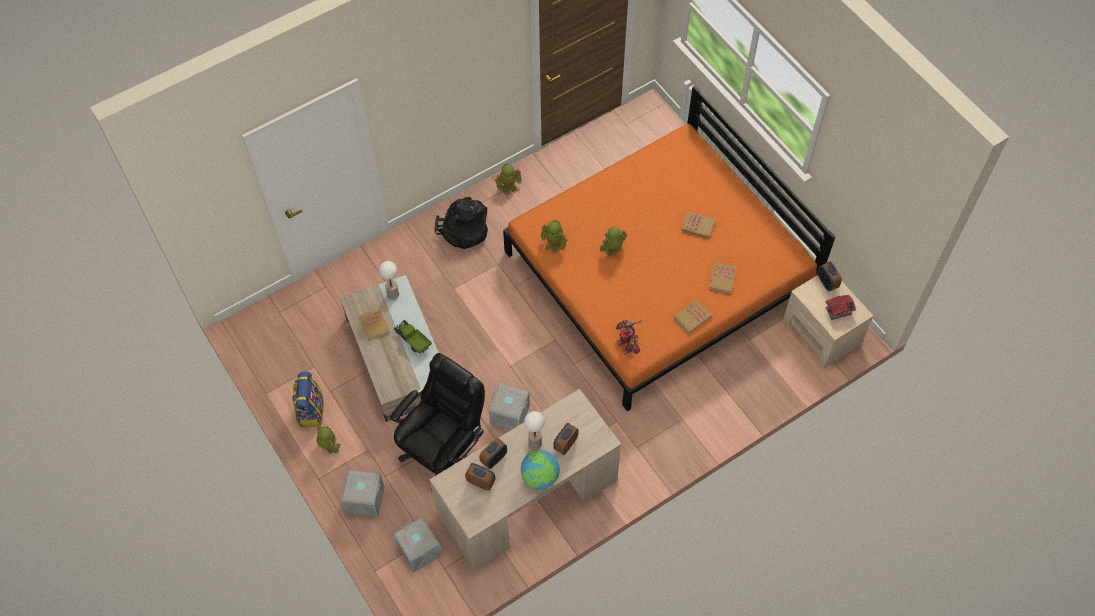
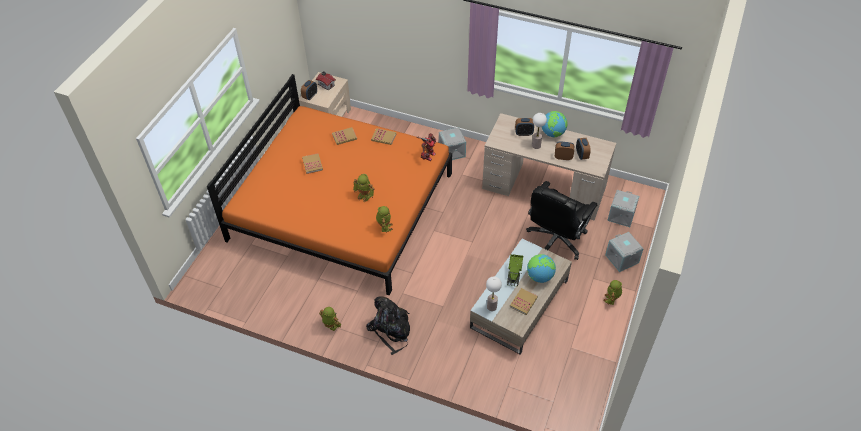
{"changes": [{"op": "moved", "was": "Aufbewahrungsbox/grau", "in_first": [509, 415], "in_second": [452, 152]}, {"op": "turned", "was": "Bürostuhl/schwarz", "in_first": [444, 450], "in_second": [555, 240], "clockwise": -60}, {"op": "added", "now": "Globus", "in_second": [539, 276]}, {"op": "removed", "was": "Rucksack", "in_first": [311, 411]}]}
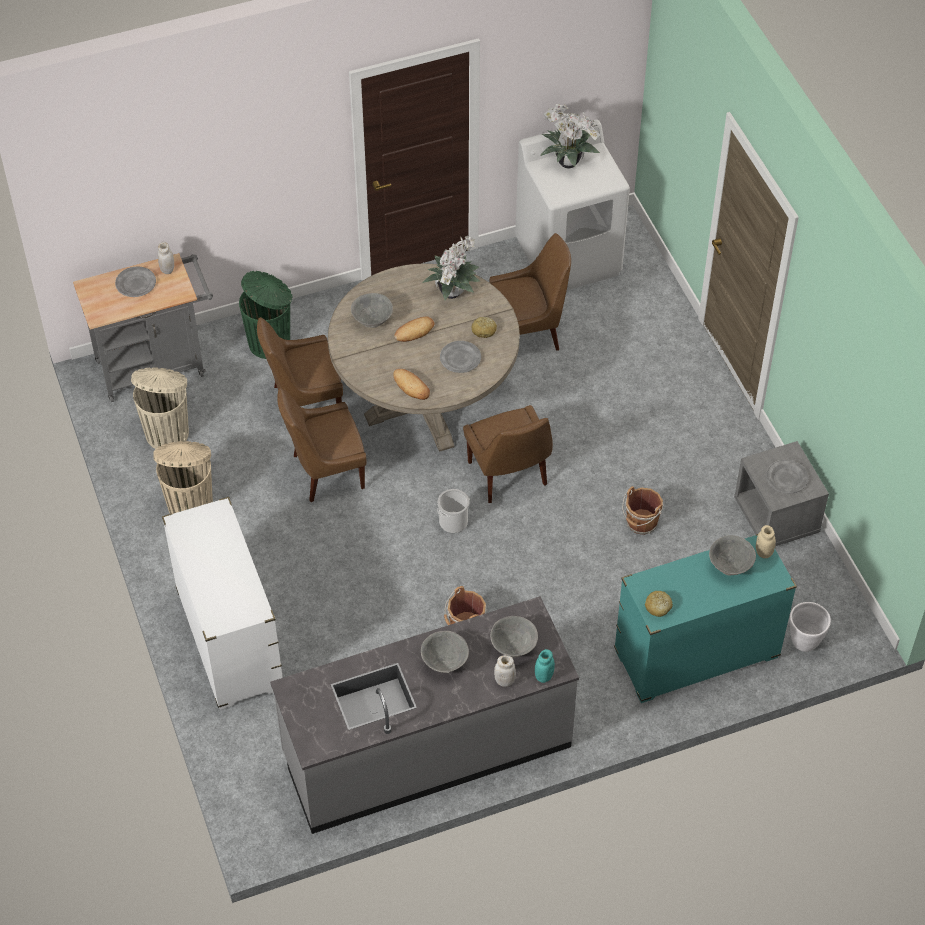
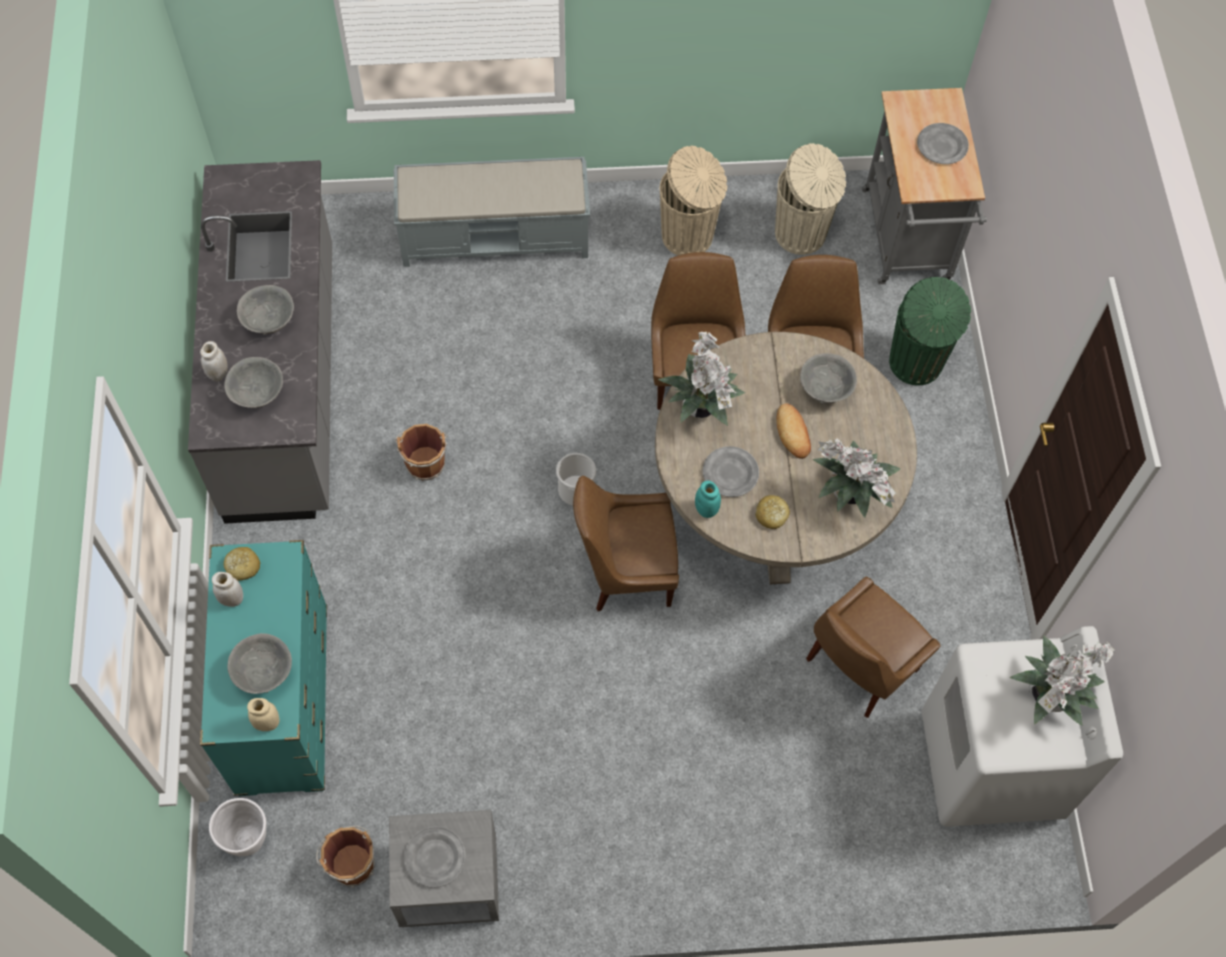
{"changes": [{"op": "moved", "was": "Vorratsglas/weiß", "in_first": [167, 269], "in_second": [232, 599]}, {"op": "moved", "was": "Eimer/braun", "in_first": [641, 523], "in_second": [351, 863]}, {"op": "replaced", "was": "Kommode/weiß", "now": "Bank/grau", "in_first": [229, 640], "in_second": [496, 236]}, {"op": "replaced", "was": "Brot", "now": "Topfpflanze", "in_first": [411, 386], "in_second": [700, 406]}, {"op": "moved", "was": "Vorratsglas/türkis", "in_first": [544, 676], "in_second": [706, 509]}, {"op": "turned", "was": "Stuhl/braun", "in_first": [528, 333], "in_second": [858, 667], "clockwise": 45}]}
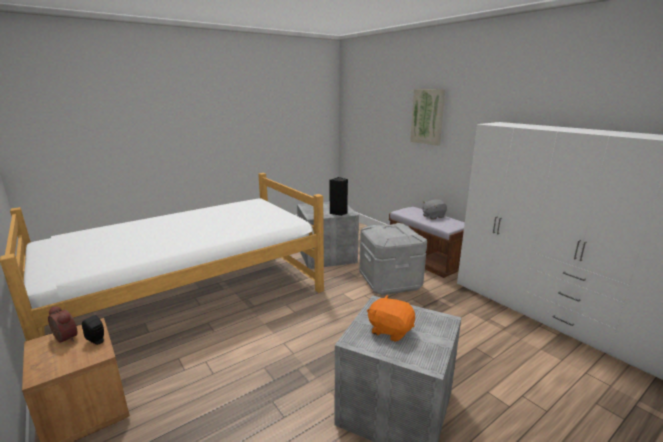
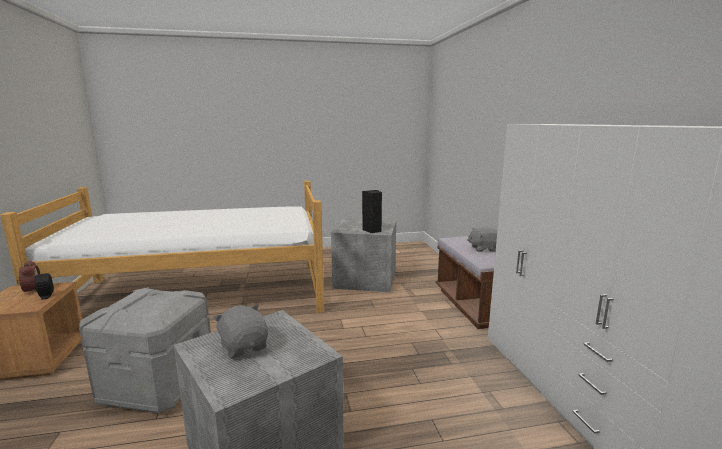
{"changes": [{"op": "moved", "was": "Aufbewahrungsbox/grau", "in_first": [390, 282], "in_second": [158, 385]}, {"op": "recoloured", "was": "Plüschtier/orange", "now": "Plüschtier/grau", "in_first": [390, 330], "in_second": [244, 347]}, {"op": "removed", "was": "Bild", "in_first": [427, 116]}]}
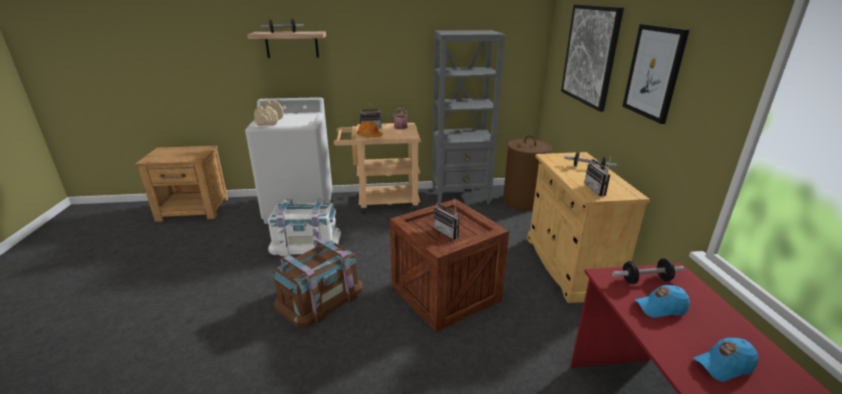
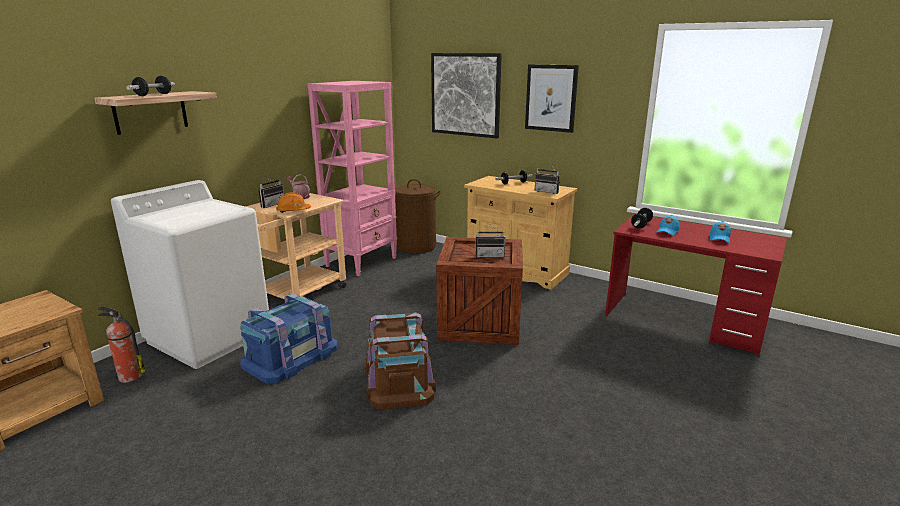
{"changes": [{"op": "added", "now": "Feuerlöscher", "in_second": [129, 376]}, {"op": "recoloured", "was": "Aufbewahrungsbox/weiß", "now": "Aufbewahrungsbox/blau", "in_first": [306, 242], "in_second": [290, 356]}, {"op": "recoloured", "was": "Bücherregal/grau", "now": "Bücherregal/rosa", "in_first": [461, 197], "in_second": [362, 262]}, {"op": "removed", "was": "Hantel/beige", "in_first": [270, 121]}]}
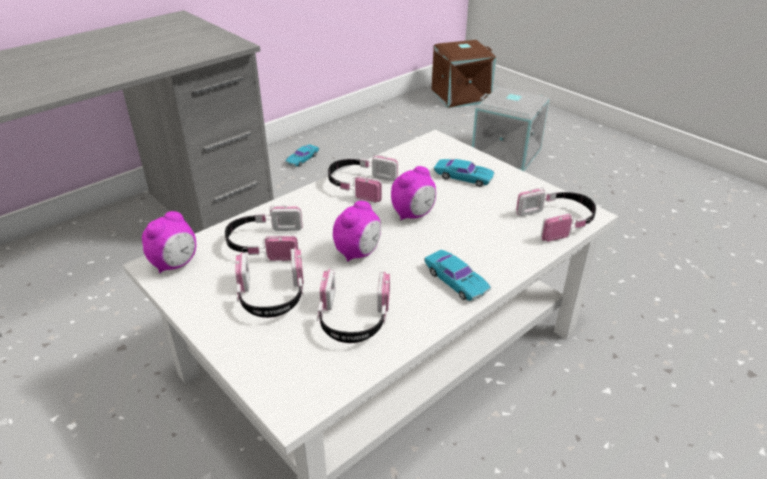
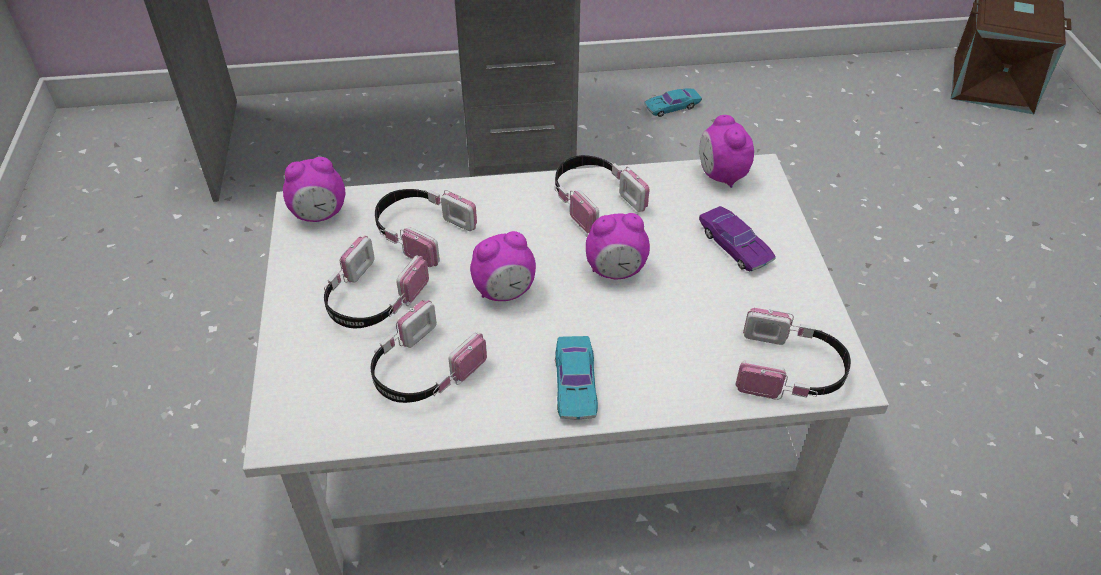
{"changes": [{"op": "added", "now": "Wecker", "in_second": [721, 176]}, {"op": "recoloured", "was": "Spielzeugauto/türkis", "now": "Spielzeugauto/lila", "in_first": [463, 177], "in_second": [734, 245]}, {"op": "removed", "was": "Aufbewahrungsbox/grau", "in_first": [507, 153]}]}
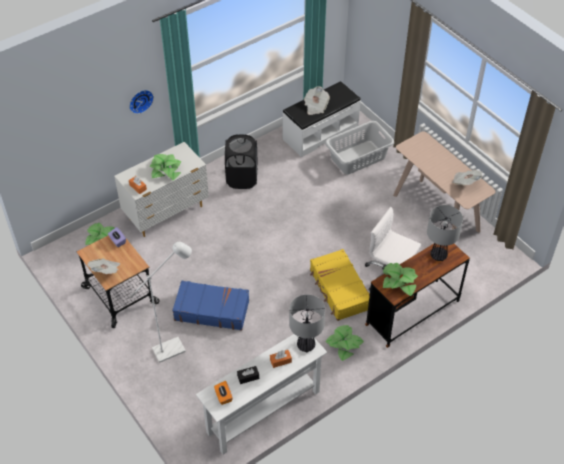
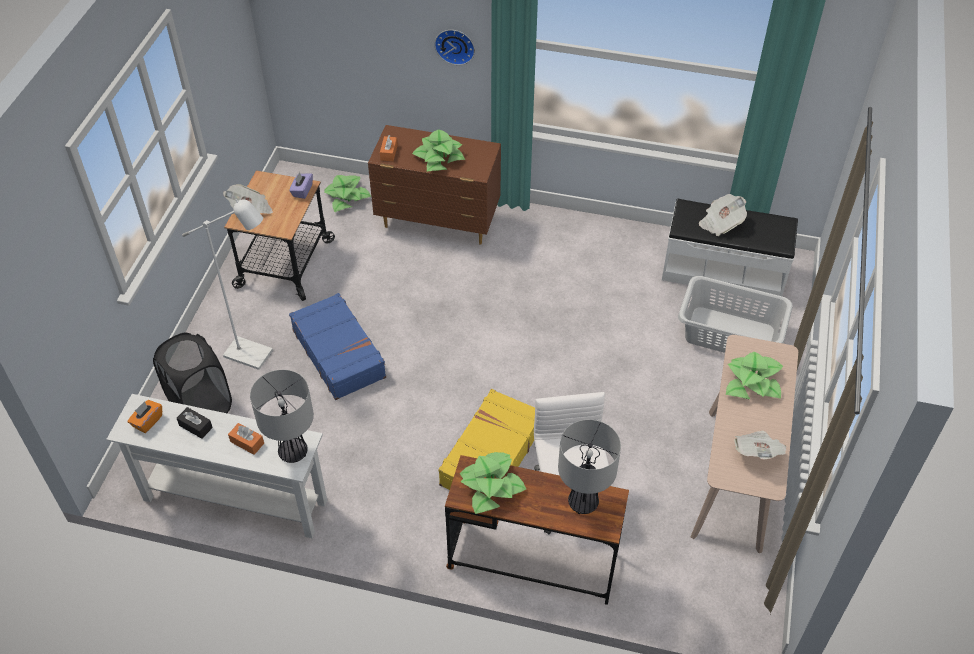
{"changes": [{"op": "moved", "was": "Wäschekorb/schwarz", "in_first": [242, 178], "in_second": [201, 406]}, {"op": "recoloured", "was": "Kommode/weiß", "now": "Kommode/braun", "in_first": [167, 213], "in_second": [439, 222]}, {"op": "moved", "was": "Topfpflanze", "in_first": [344, 344], "in_second": [753, 382]}]}
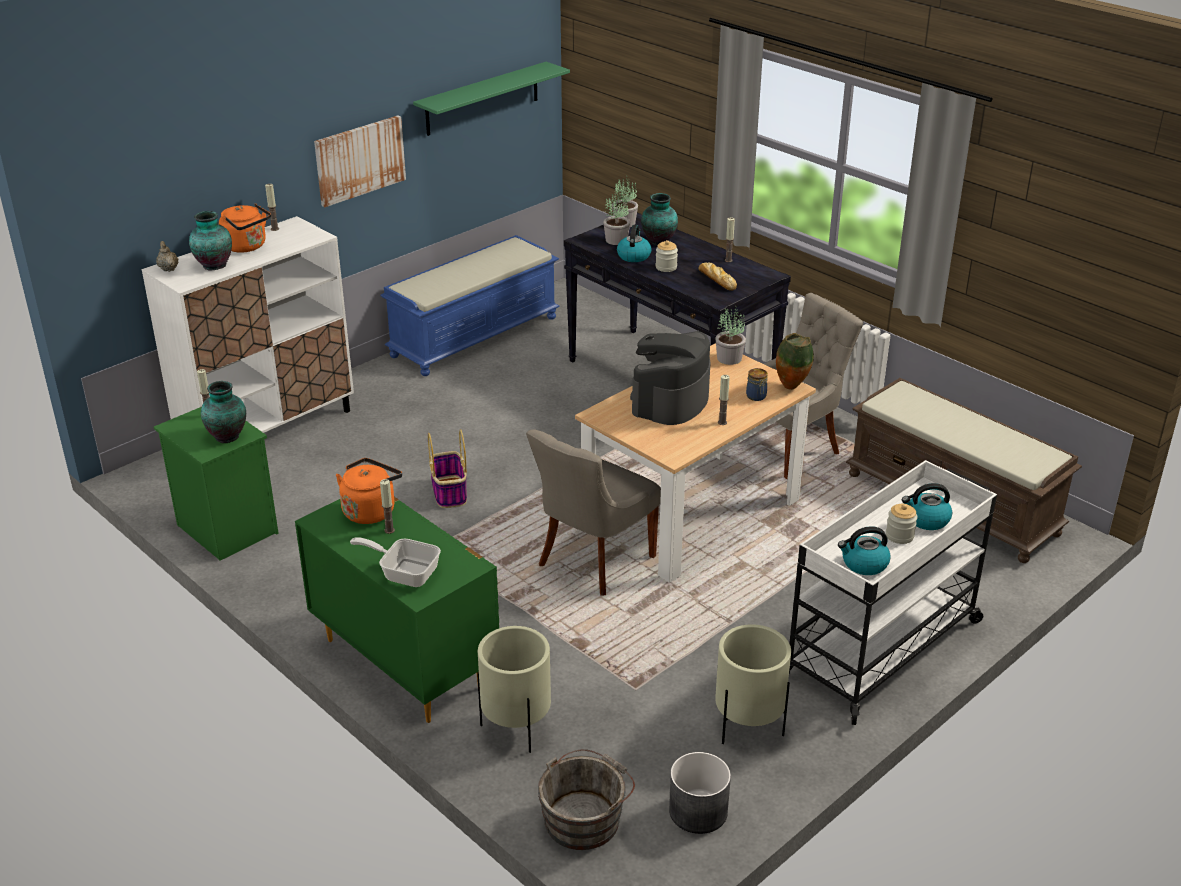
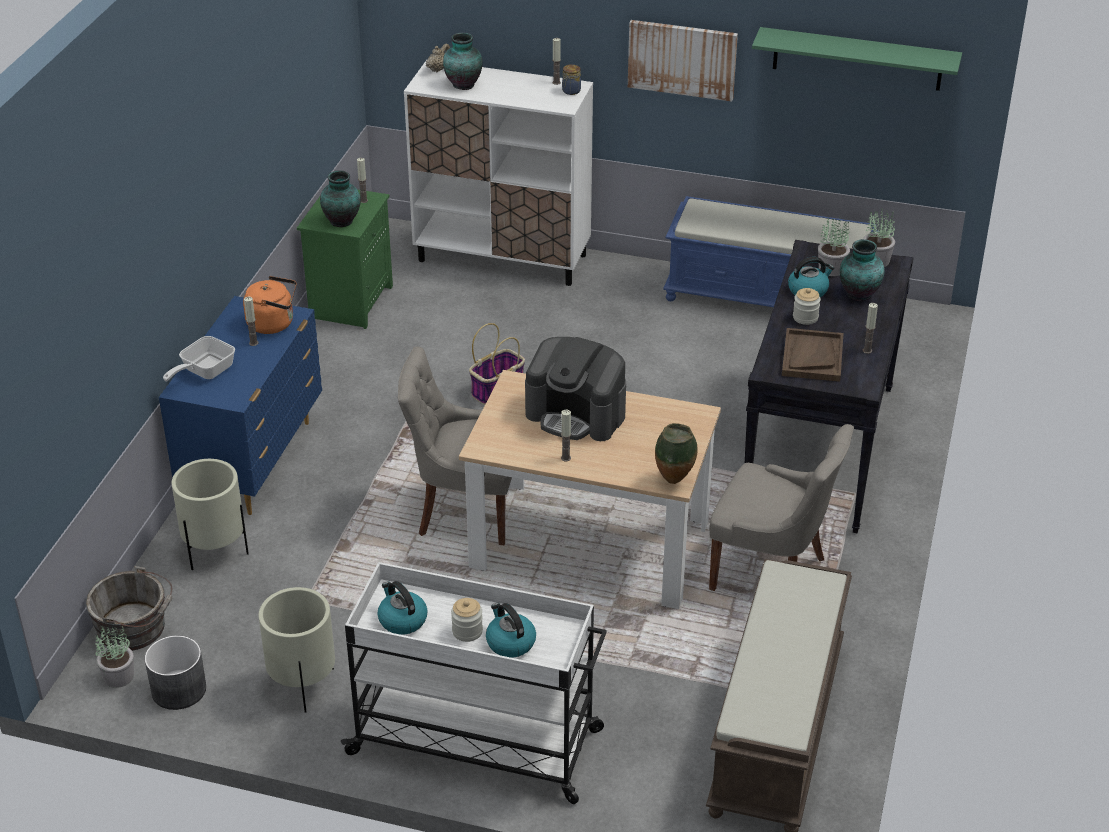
{"changes": [{"op": "moved", "was": "Topfpflanze", "in_first": [729, 358], "in_second": [119, 676]}, {"op": "recoloured", "was": "Kommode/grün", "now": "Kommode/blau", "in_first": [404, 662], "in_second": [254, 461]}, {"op": "turned", "was": "Pfanne", "in_first": [404, 573], "in_second": [203, 372], "clockwise": -135}, {"op": "turned", "was": "Kaffeemaschine", "in_first": [670, 401], "in_second": [576, 414], "clockwise": -150}, {"op": "moved", "was": "Vorratsglas", "in_first": [756, 397], "in_second": [570, 91]}, {"op": "replaced", "was": "Brot", "now": "Tablett/braun", "in_first": [716, 280], "in_second": [812, 357]}, {"op": "removed", "was": "Wasserkessel/orange", "in_first": [247, 247]}]}
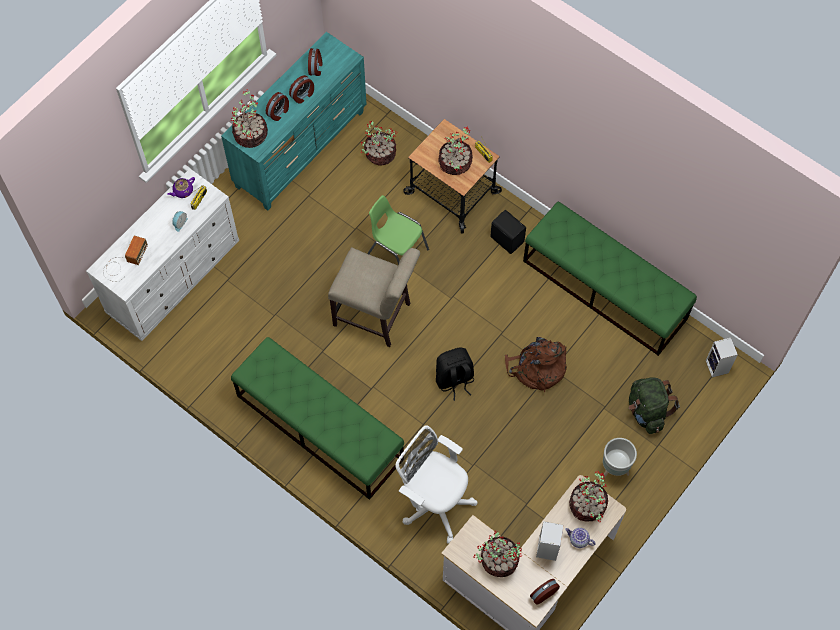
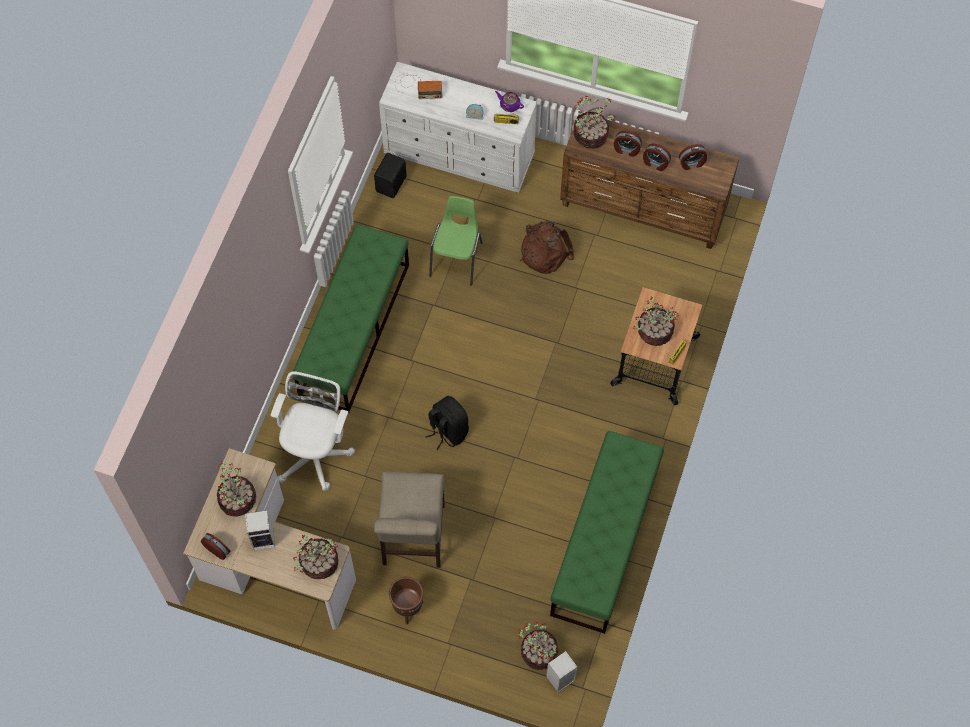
{"changes": [{"op": "moved", "was": "Lautsprecher/schwarz", "in_first": [507, 239], "in_second": [392, 184]}, {"op": "moved", "was": "Stuhl/beige", "in_first": [376, 316], "in_second": [412, 539]}, {"op": "recoloured", "was": "Pflanzkübel/grau", "now": "Pflanzkübel/braun", "in_first": [614, 469], "in_second": [407, 609]}, {"op": "moved", "was": "Stuhl/grün", "in_first": [396, 252], "in_second": [457, 259]}, {"op": "moved", "was": "Topfpflanze", "in_first": [379, 154], "in_second": [538, 652]}, {"op": "moved", "was": "Rucksack/braun", "in_first": [536, 368], "in_second": [544, 251]}, {"op": "recoloured", "was": "Kommode/türkis", "now": "Kommode/braun", "in_first": [301, 149], "in_second": [643, 210]}, {"op": "removed", "was": "Teekanne", "in_first": [578, 540]}, {"op": "removed", "was": "Rucksack/grün", "in_first": [647, 411]}]}
